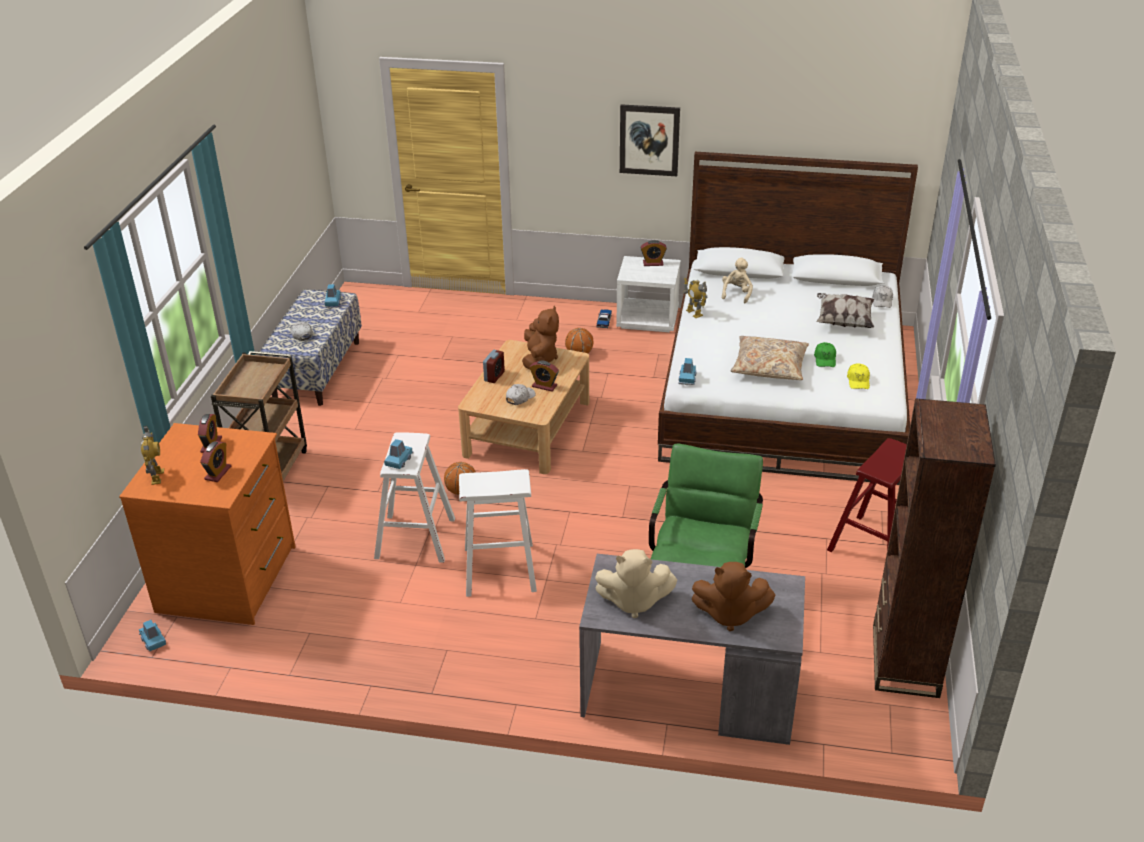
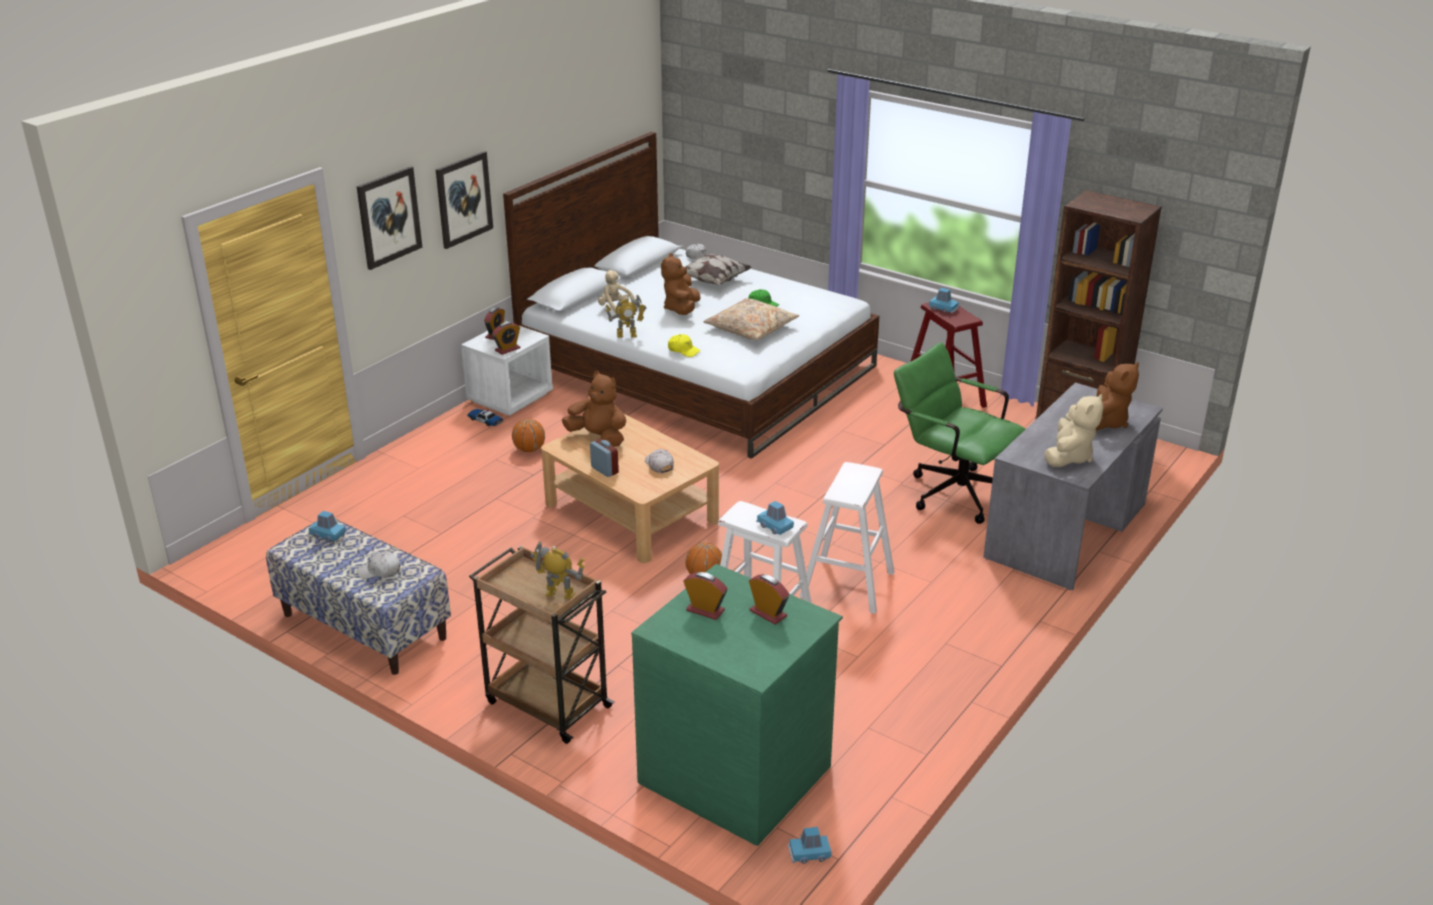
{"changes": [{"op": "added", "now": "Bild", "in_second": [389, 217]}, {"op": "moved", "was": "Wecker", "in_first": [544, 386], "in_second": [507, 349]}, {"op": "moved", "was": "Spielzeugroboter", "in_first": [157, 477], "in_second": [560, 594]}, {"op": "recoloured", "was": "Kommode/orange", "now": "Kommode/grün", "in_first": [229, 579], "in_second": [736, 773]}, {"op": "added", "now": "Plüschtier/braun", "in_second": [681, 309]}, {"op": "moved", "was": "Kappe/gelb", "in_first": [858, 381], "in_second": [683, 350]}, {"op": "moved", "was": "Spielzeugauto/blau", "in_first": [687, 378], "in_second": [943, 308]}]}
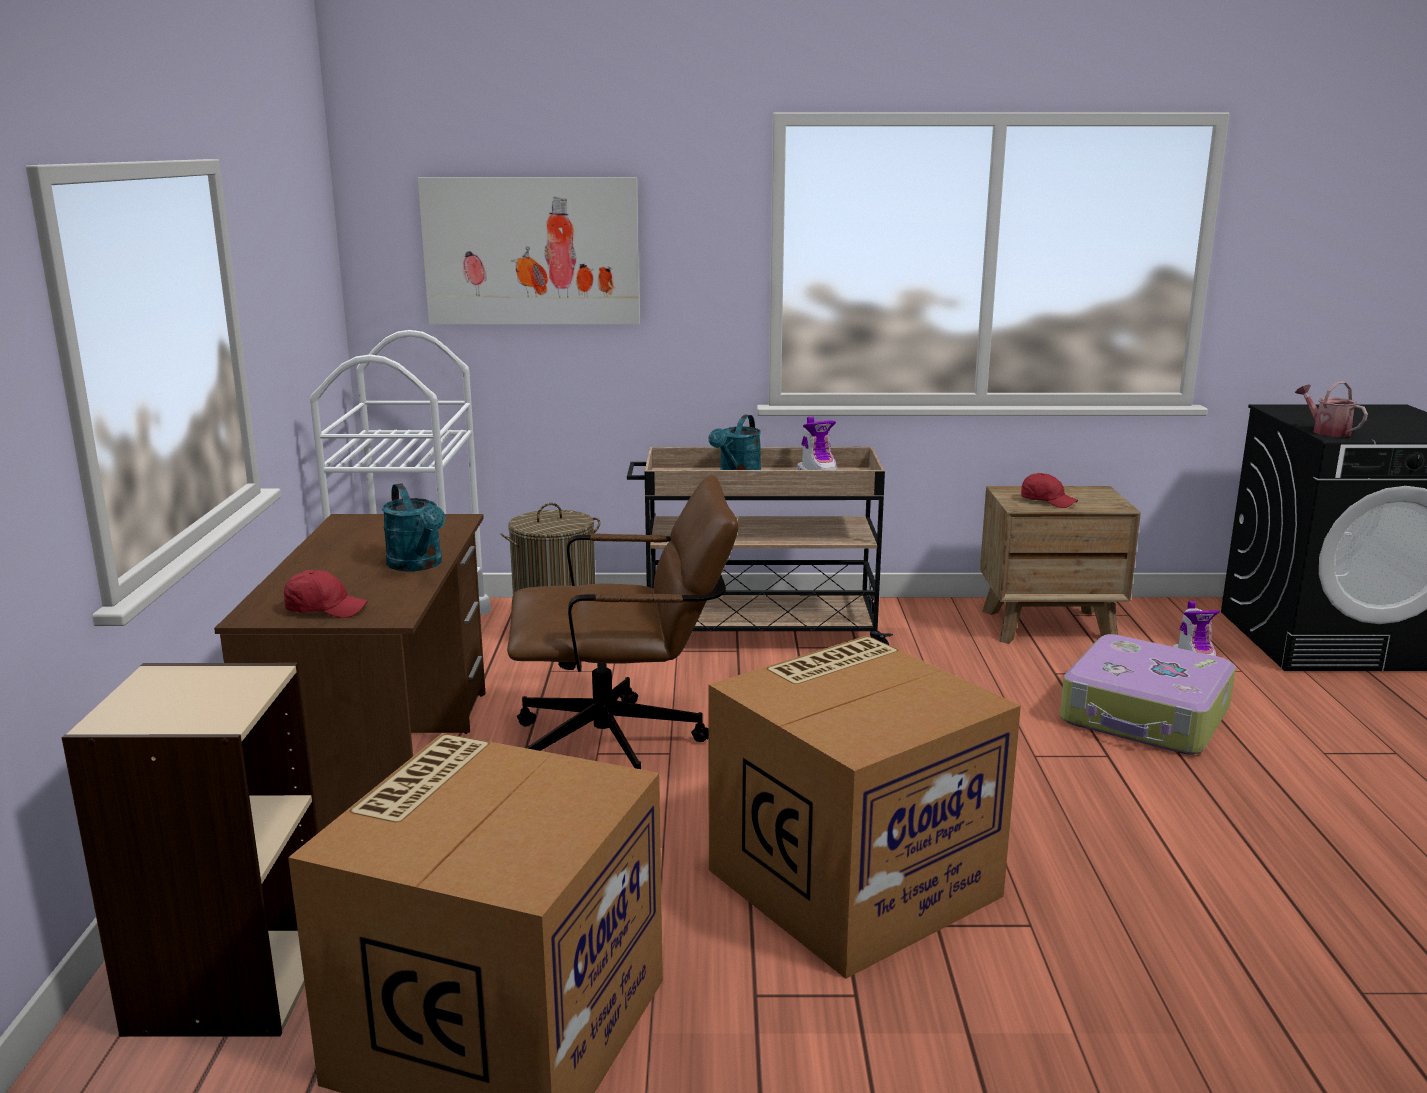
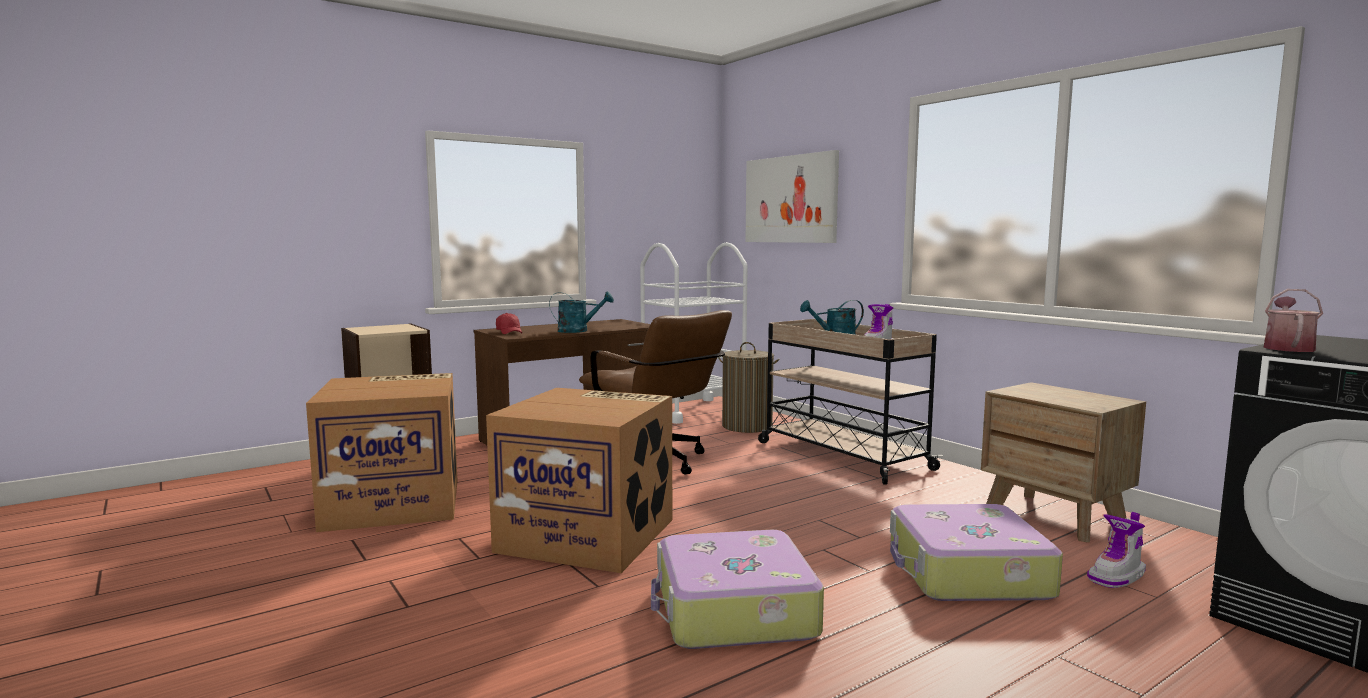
{"changes": [{"op": "turned", "was": "Gießkanne/türkis", "in_first": [418, 565], "in_second": [578, 330], "clockwise": -120}, {"op": "added", "now": "Koffer", "in_second": [733, 610]}, {"op": "removed", "was": "Kappe/rot", "in_first": [1047, 501]}]}
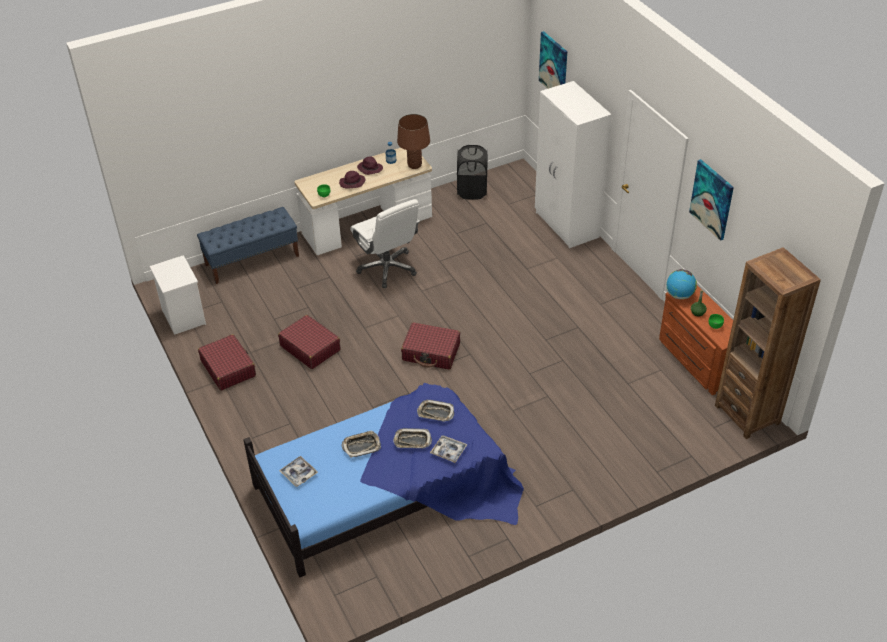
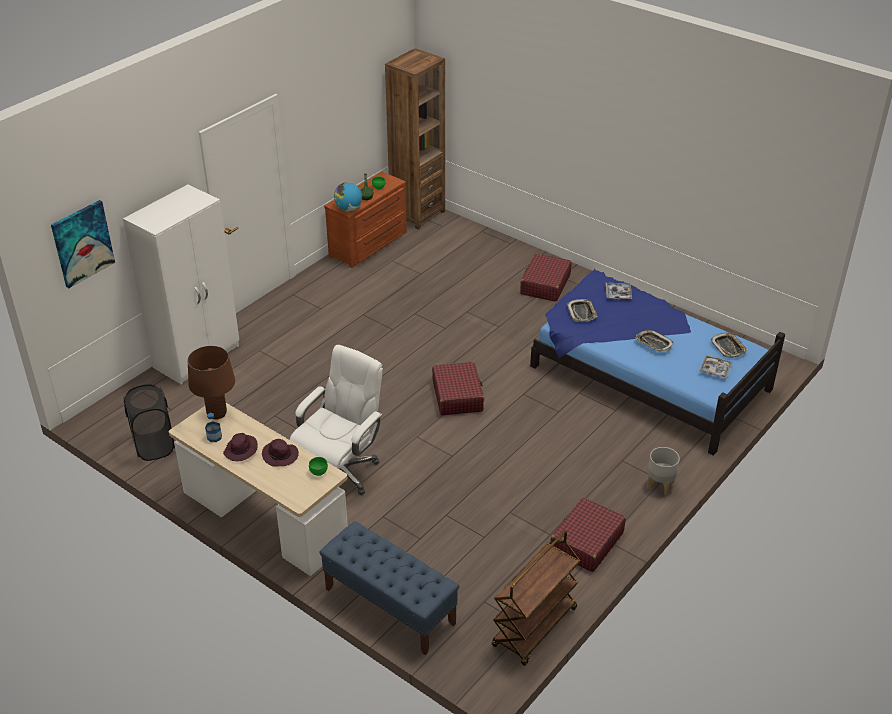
{"changes": [{"op": "replaced", "was": "Nachttisch/weiß", "now": "Rollwagen/braun", "in_first": [182, 317], "in_second": [535, 628]}, {"op": "moved", "was": "Koffer/rot", "in_first": [310, 348], "in_second": [545, 285]}, {"op": "added", "now": "Pflanzkübel/grau", "in_second": [660, 485]}, {"op": "moved", "was": "Tablett", "in_first": [412, 441], "in_second": [728, 347]}, {"op": "removed", "was": "Bild", "in_first": [712, 199]}]}
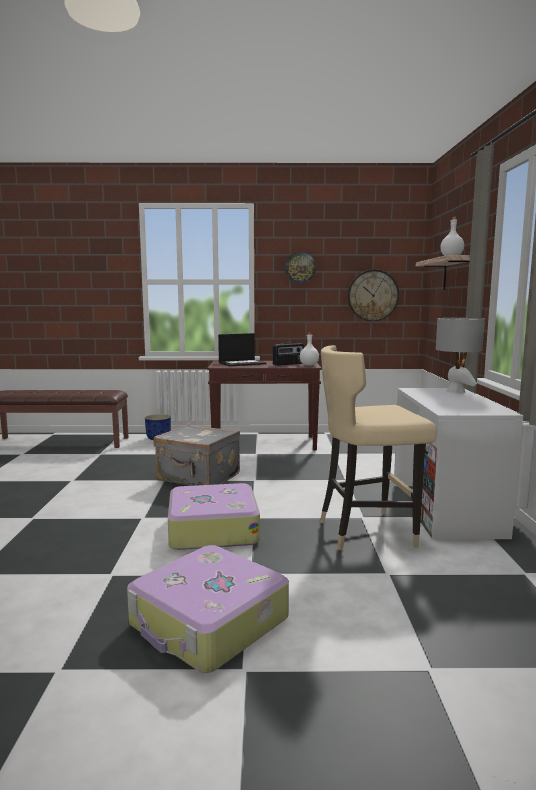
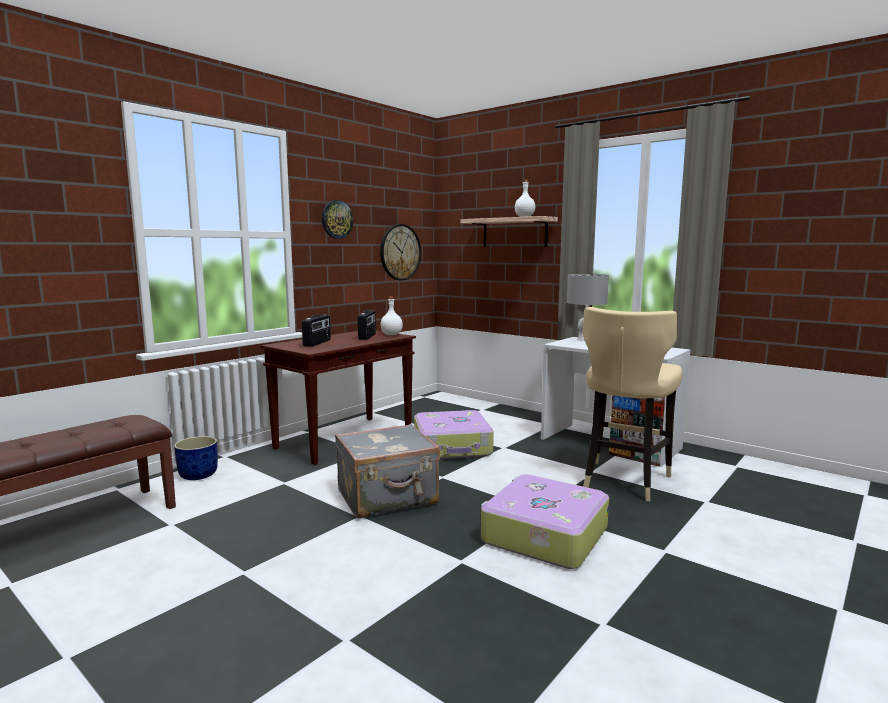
{"changes": [{"op": "replaced", "was": "Laptop", "now": "Radio", "in_first": [242, 363], "in_second": [317, 343]}, {"op": "moved", "was": "Koffer", "in_first": [208, 623], "in_second": [453, 446]}]}
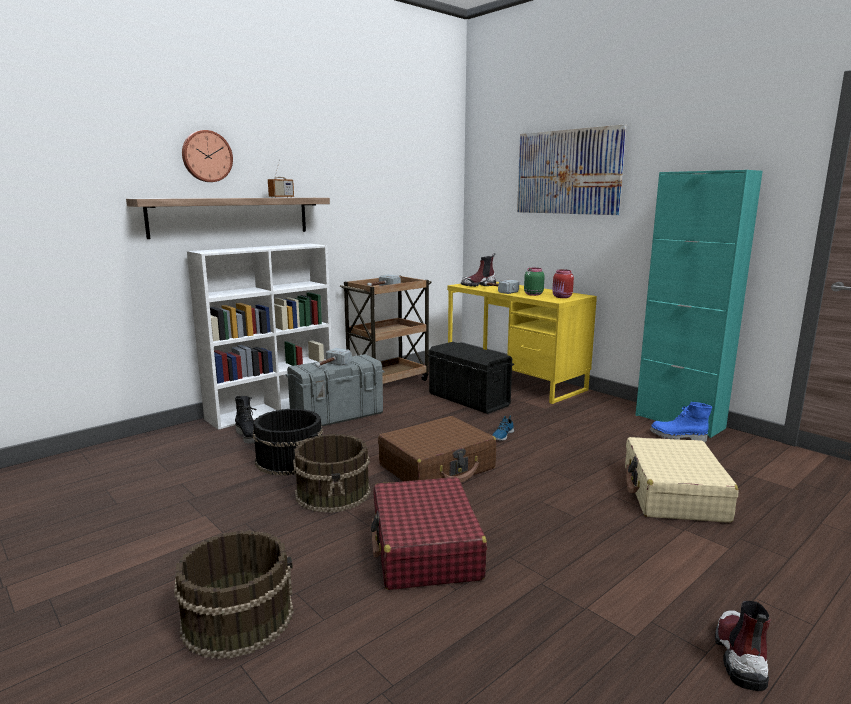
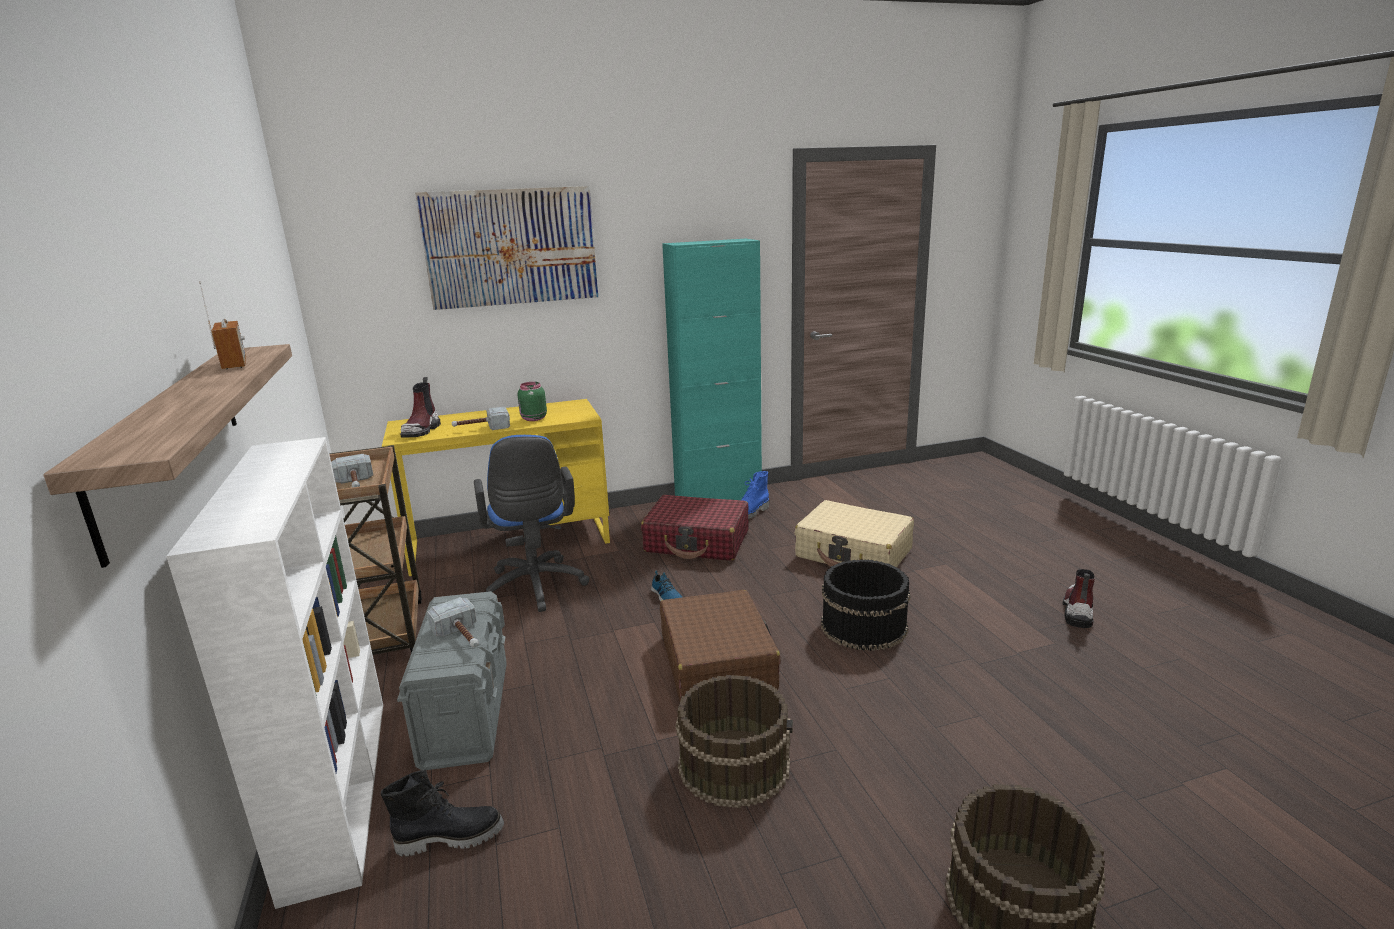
{"changes": [{"op": "replaced", "was": "Aufbewahrungsbox/schwarz", "now": "Bürostuhl/blau", "in_first": [468, 399], "in_second": [535, 588]}, {"op": "moved", "was": "Koffer/rot", "in_first": [425, 548], "in_second": [697, 541]}, {"op": "moved", "was": "Eimer/schwarz", "in_first": [290, 459], "in_second": [863, 626]}, {"op": "turned", "was": "Stiefel", "in_first": [738, 656], "in_second": [1077, 611], "clockwise": 75}, {"op": "removed", "was": "Wanduhr", "in_first": [206, 156]}, {"op": "removed", "was": "Vorratsglas/rot", "in_first": [562, 297]}]}
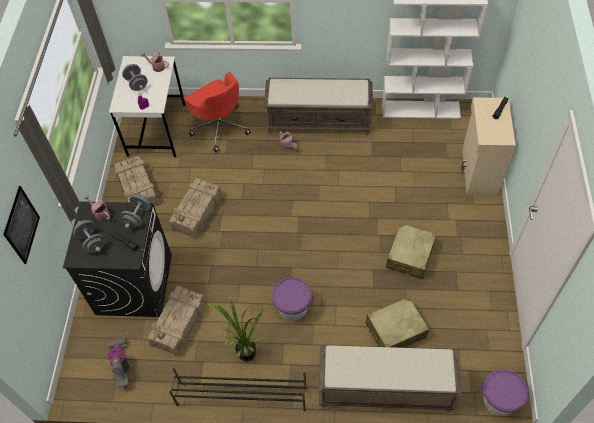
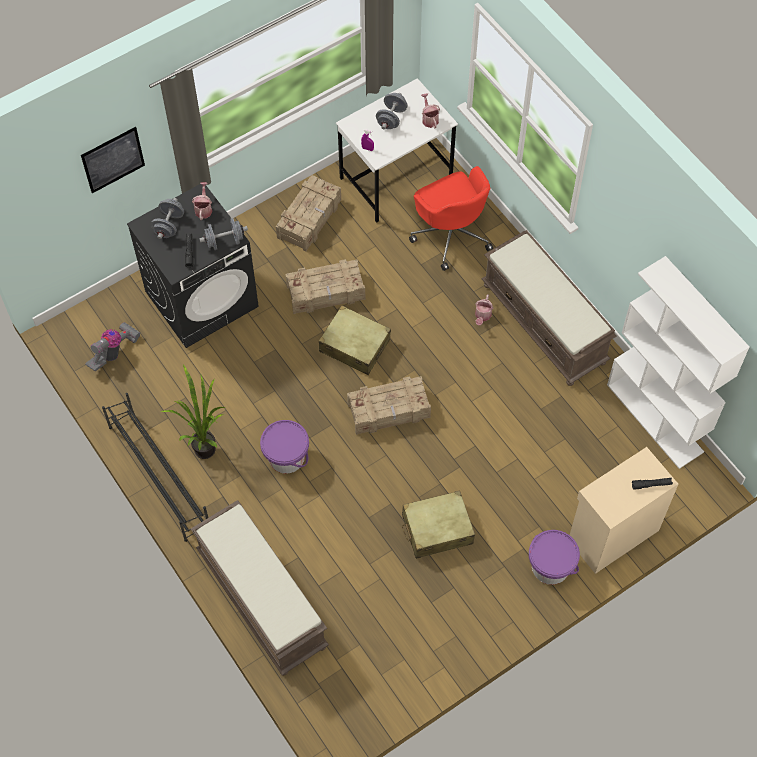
{"changes": [{"op": "moved", "was": "Koffer/beige", "in_first": [395, 330], "in_second": [354, 346]}, {"op": "moved", "was": "Kiste", "in_first": [179, 324], "in_second": [389, 411]}, {"op": "turned", "was": "Bürostuhl/rot", "in_first": [219, 126], "in_second": [451, 233], "clockwise": -45}, {"op": "moved", "was": "Eimer/lila", "in_first": [499, 400], "in_second": [550, 566]}]}
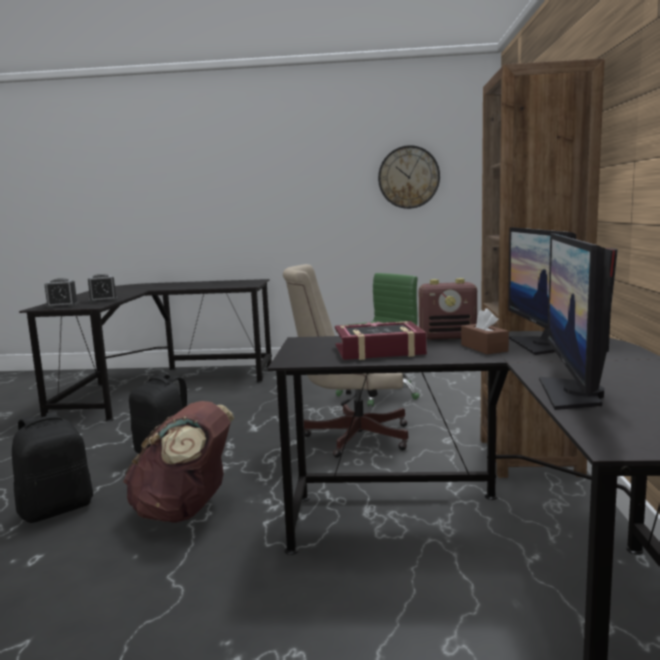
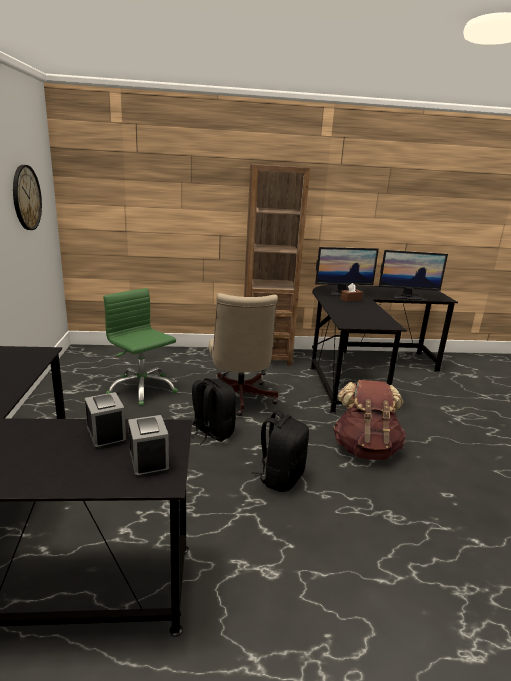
{"changes": [{"op": "moved", "was": "Rucksack/schwarz", "in_first": [57, 509], "in_second": [211, 433]}, {"op": "removed", "was": "Buch", "in_first": [379, 350]}, {"op": "removed", "was": "Radio", "in_first": [448, 337]}]}
